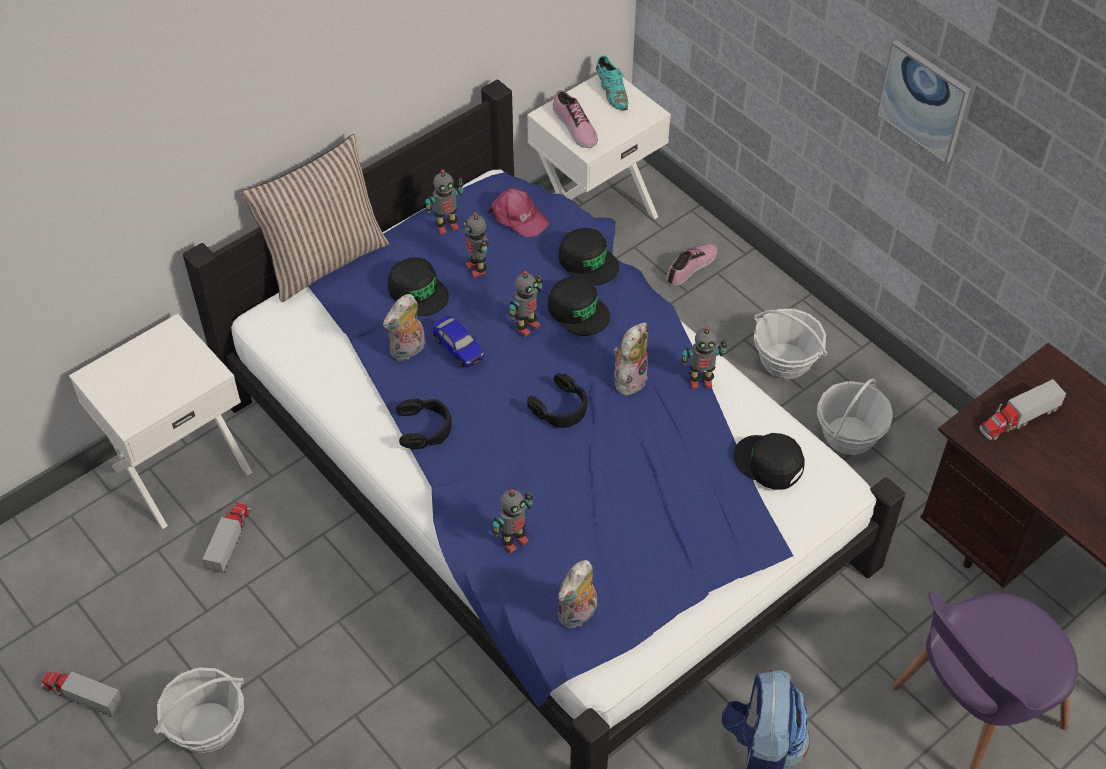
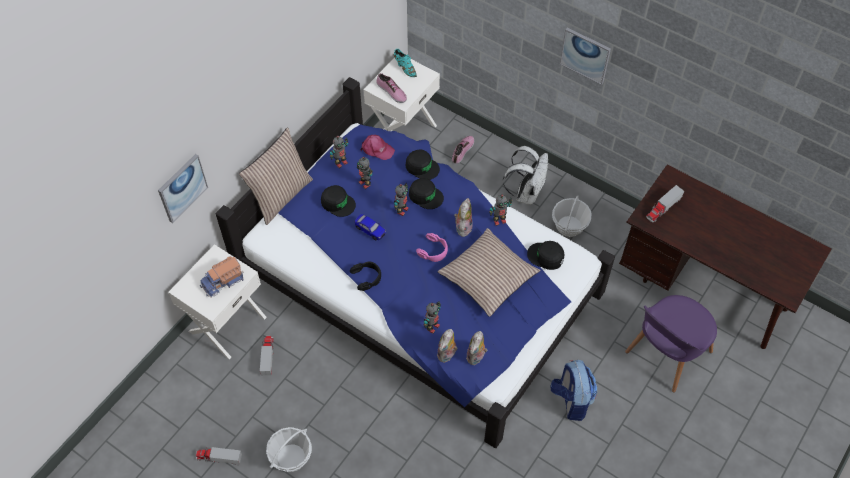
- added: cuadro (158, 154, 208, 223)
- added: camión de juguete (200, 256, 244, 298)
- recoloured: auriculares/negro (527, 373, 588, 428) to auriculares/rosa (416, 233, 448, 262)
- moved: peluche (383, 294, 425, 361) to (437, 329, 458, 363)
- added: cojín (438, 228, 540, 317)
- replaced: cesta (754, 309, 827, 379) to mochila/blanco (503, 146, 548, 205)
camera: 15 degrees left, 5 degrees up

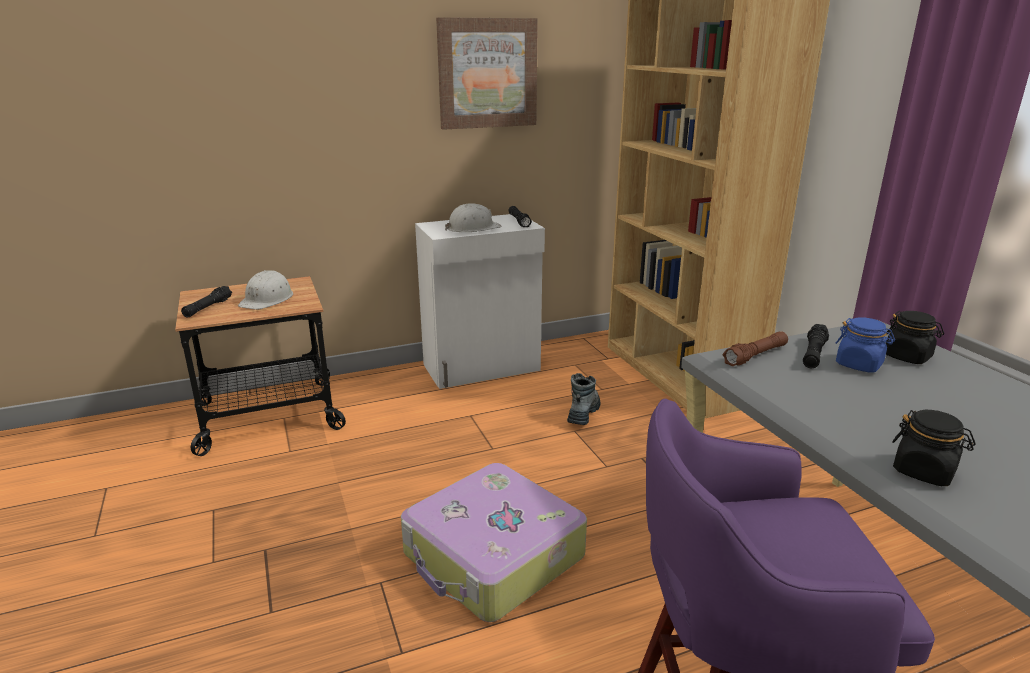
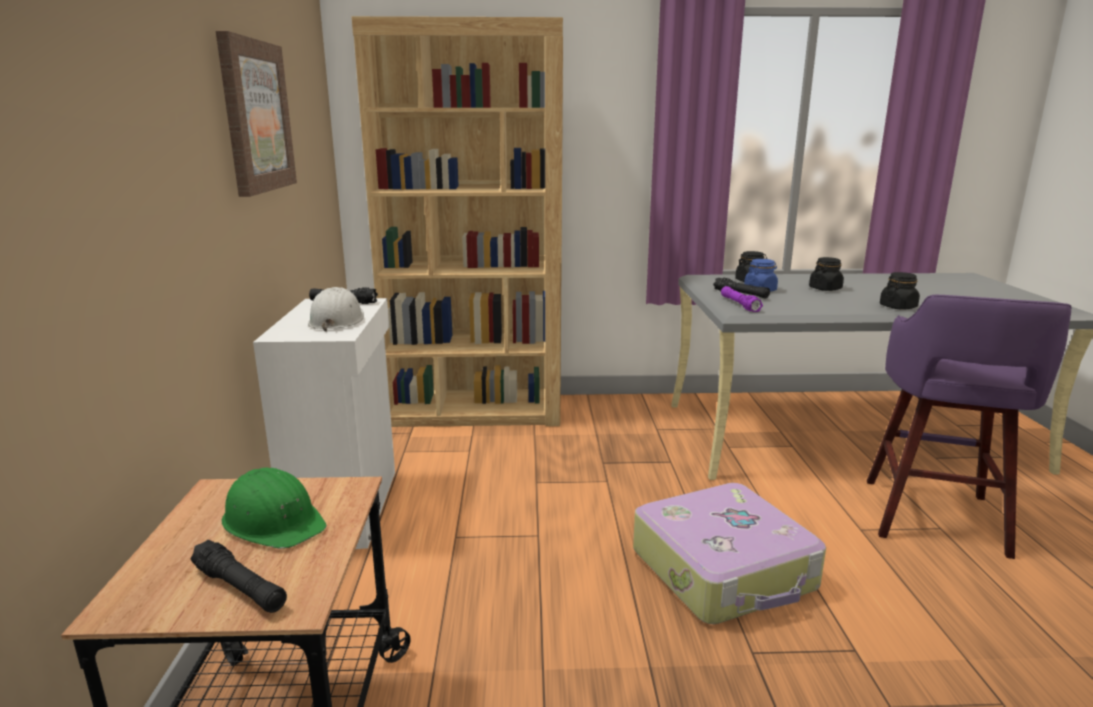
- recoloured: casco/blanco (238, 270, 293, 310) to casco/verde (222, 468, 327, 549)
- recoloured: linterna/marrón (723, 331, 788, 366) to linterna/morado (721, 286, 763, 312)
- added: tarro/negro (809, 257, 844, 291)
- removed: bota (567, 373, 600, 425)
camera: 70 degrees left, 5 degrees down

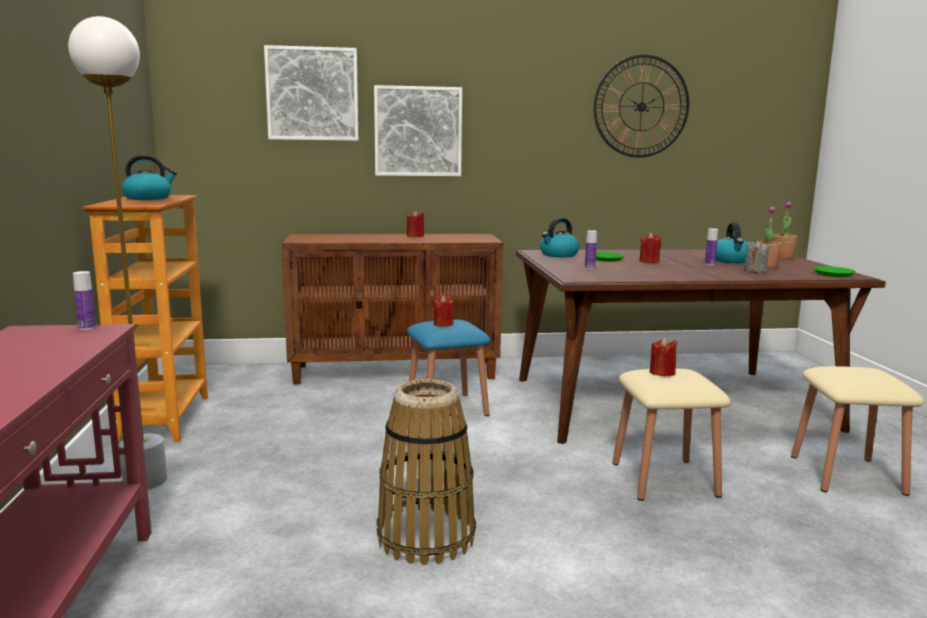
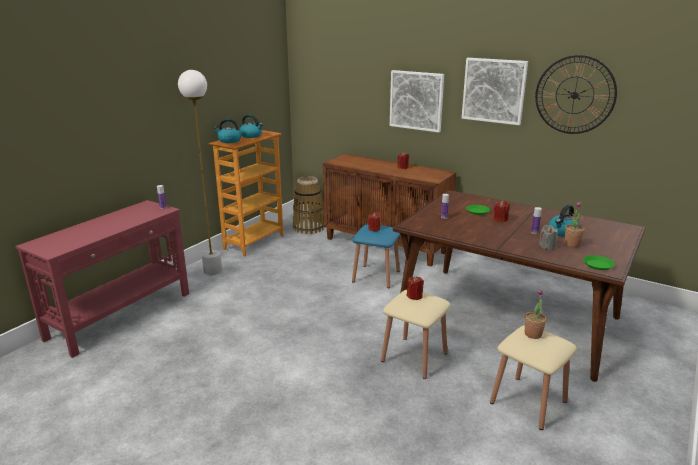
- moved: hervidor (540, 218, 579, 257) to (214, 119, 241, 143)
- moved: cesta (377, 379, 476, 565) to (293, 176, 325, 234)
- moved: cuadro (264, 45, 358, 141) to (462, 58, 528, 125)
- moved: planta en maceta (773, 202, 797, 259) to (525, 289, 546, 339)
camera: 40 degrees right, 10 degrees up

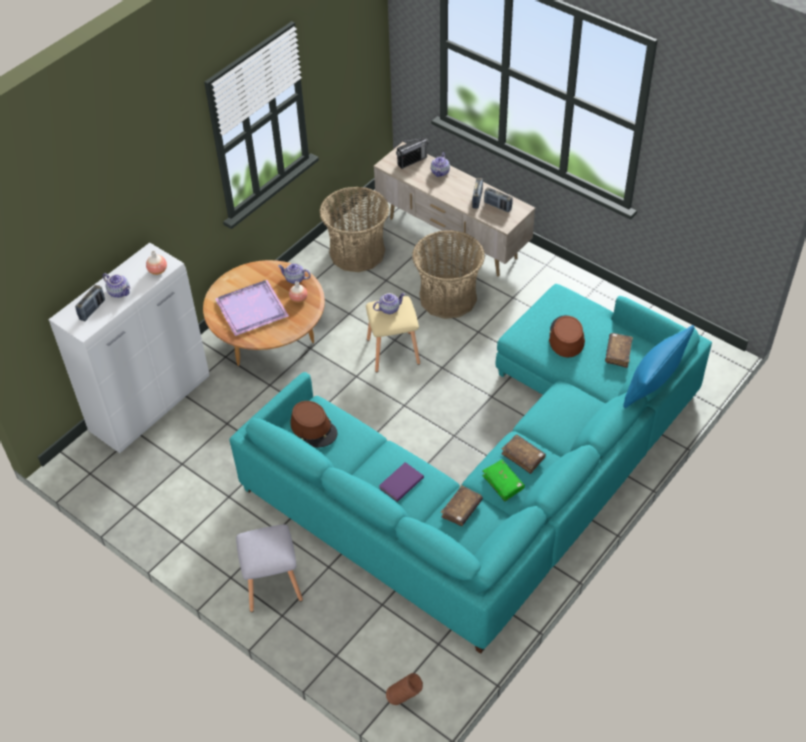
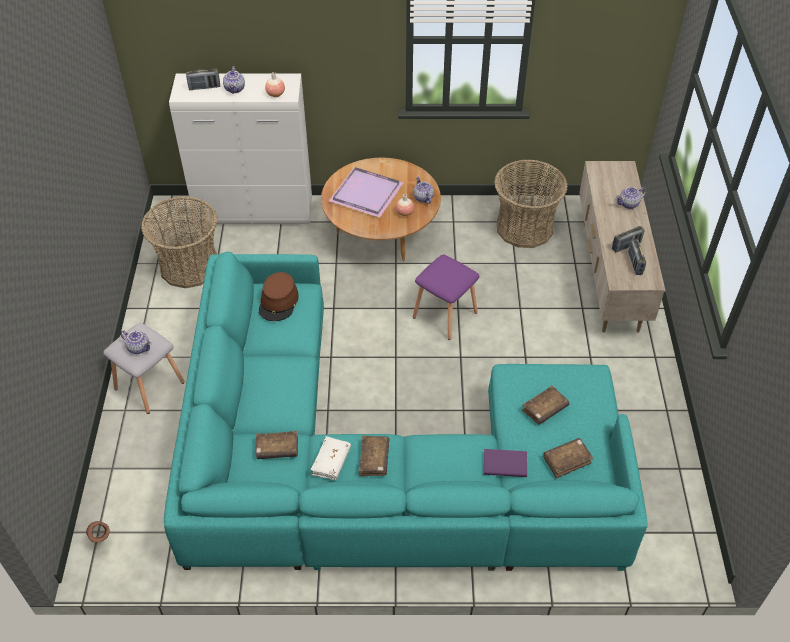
- moved: tetera (373, 293, 405, 314) to (120, 330, 152, 354)
- moved: cesta (412, 230, 485, 319) to (141, 196, 218, 288)
- recoloured: libro/verde (482, 460, 525, 502) to libro/blanco (311, 436, 351, 480)
- recoloured: taburete/beis (366, 296, 420, 372) to taburete/morado (413, 255, 479, 340)
- moved: libro/morado (379, 462, 424, 502) to (484, 449, 527, 477)
- replaced: sombrero/marrón (549, 315, 585, 357) to libro/marrón (522, 386, 569, 425)
- removed: radio (396, 137, 429, 169)
- removed: cojín/azul (623, 325, 695, 408)
camera: 50 degrees right, 0 degrees up

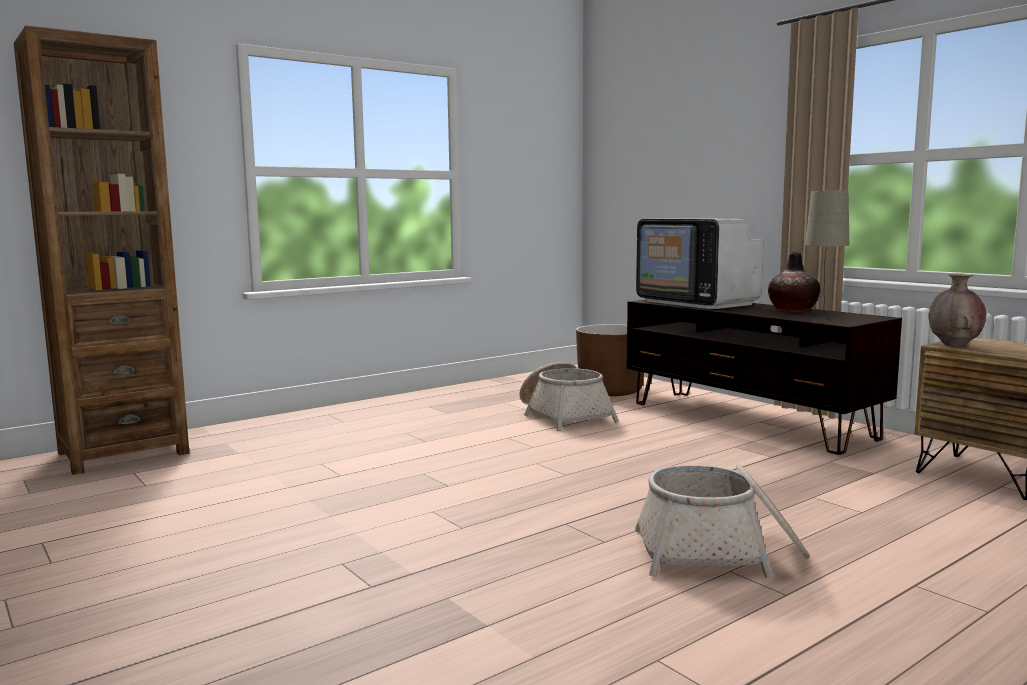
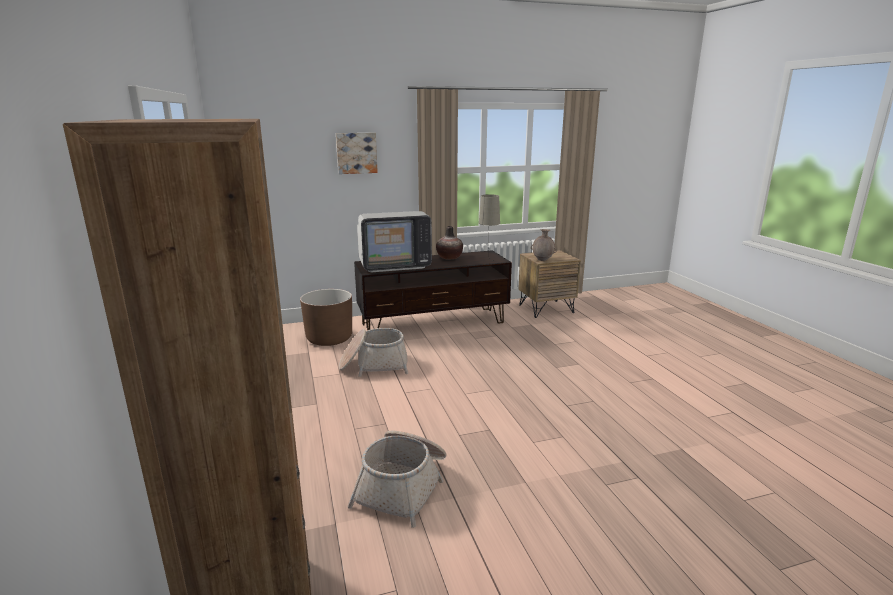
- added: cuadro (336, 133, 378, 174)
- moved: cesta (635, 463, 810, 578) to (347, 430, 446, 528)
camera: 70 degrees left, 10 degrees up

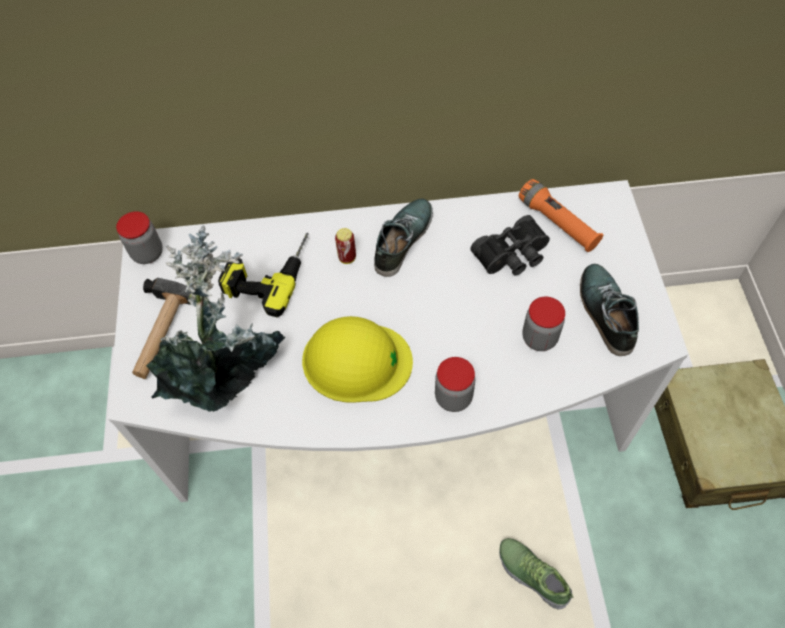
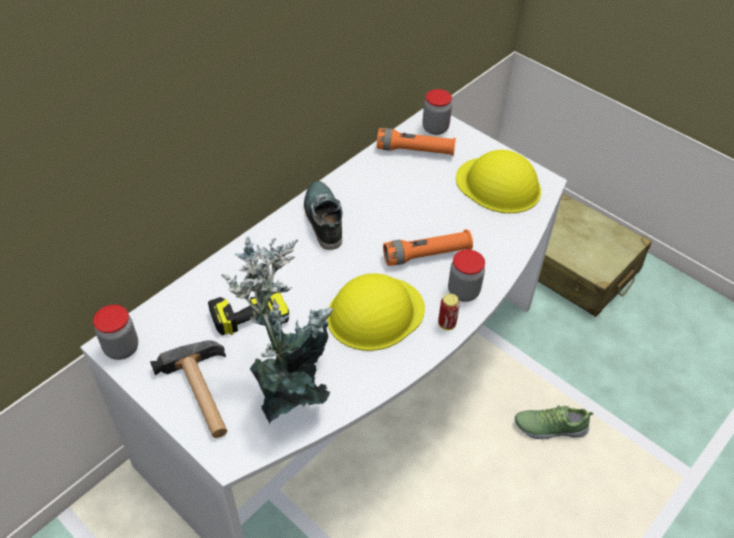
- added: linterna/naranja (383, 229, 473, 266)
- moved: tarro (522, 297, 565, 351) to (423, 89, 452, 135)
- moved: lata (335, 228, 356, 264) to (438, 294, 460, 330)
- replaced: zapato (580, 264, 639, 356) to casco/amarillo (456, 150, 541, 213)
- removed: prismáticos/negro (470, 215, 550, 275)
camera: 45 degrees left, 10 degrees down

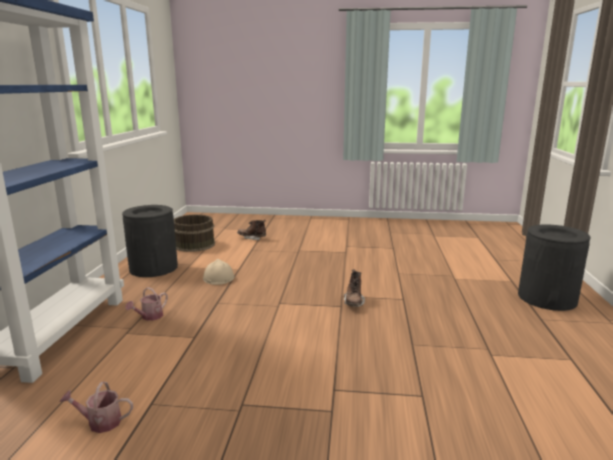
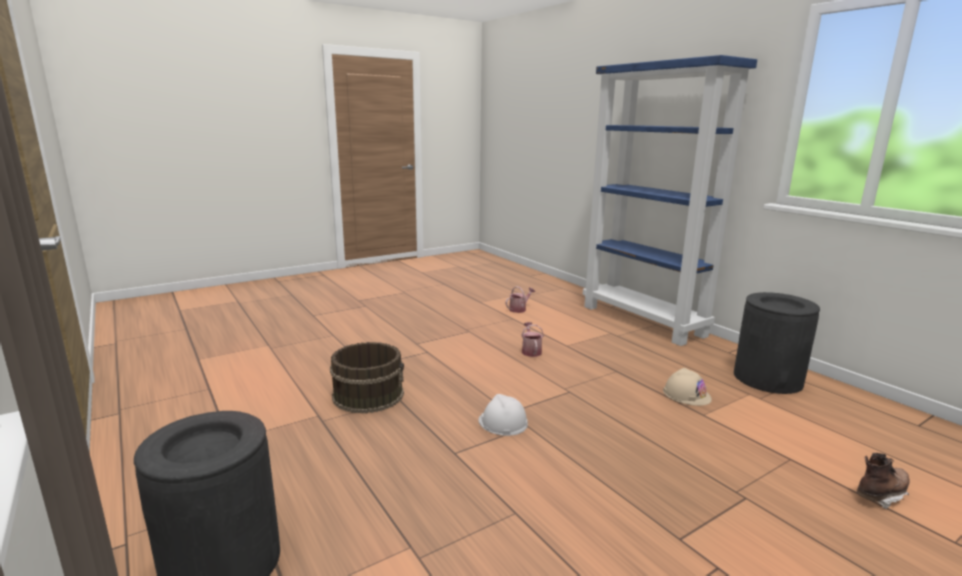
- moved: cubo/marrón (174, 214, 215, 252) to (330, 342, 404, 413)
- replaced: bota/marrón (344, 269, 365, 307) to casco/blanco (478, 394, 528, 436)
- moved: regadera (125, 287, 168, 321) to (521, 322, 544, 357)
camera: 140 degrees right, 0 degrees up

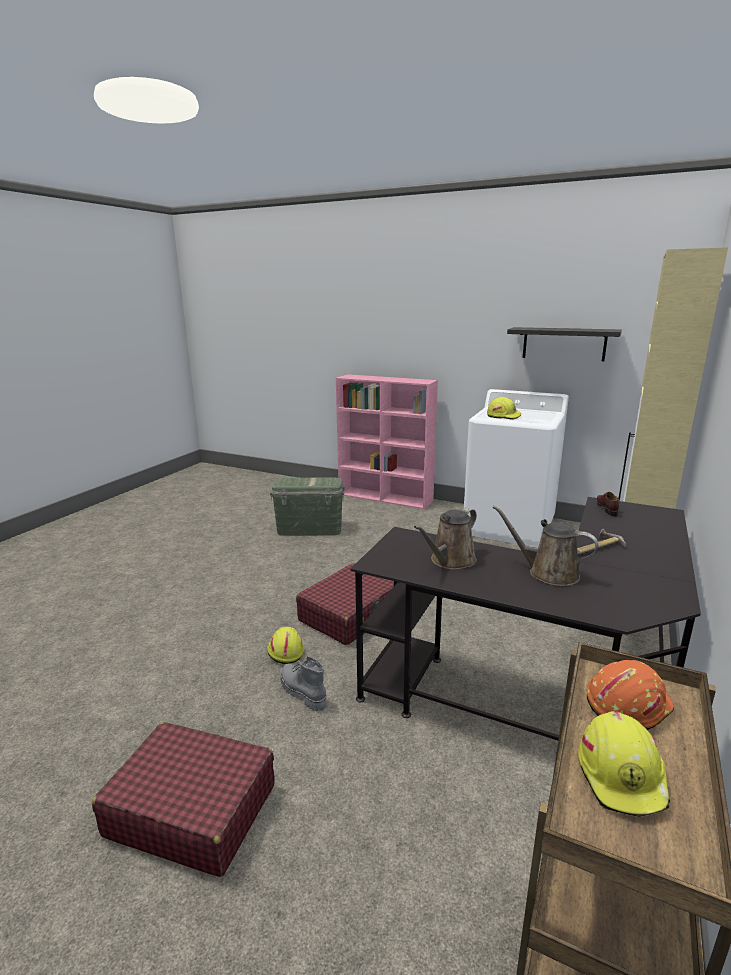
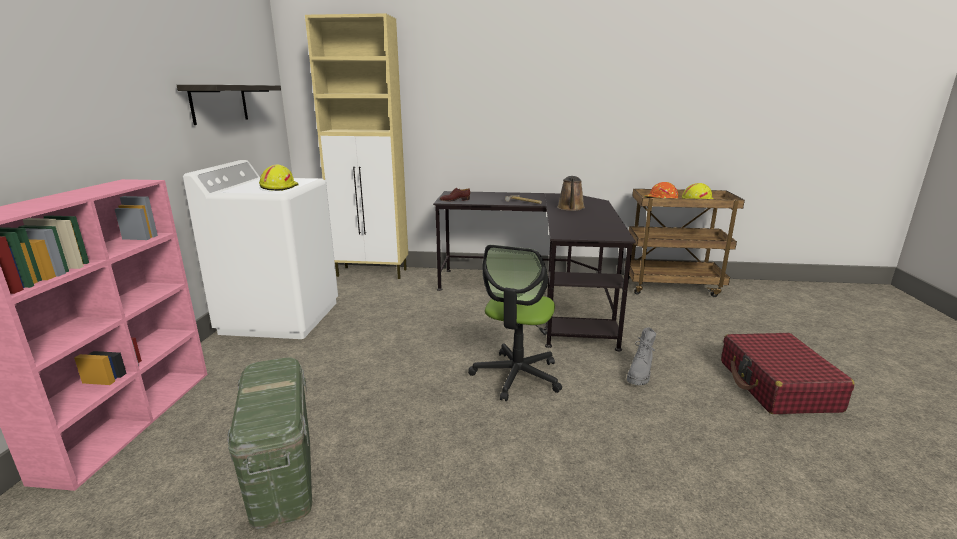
- replaced: maleta/rojo (296, 563, 394, 645) to silla de oficina (468, 245, 562, 401)
- removed: casco/amarillo (267, 627, 304, 664)
- removed: regadera/marrón (414, 508, 477, 570)
camera: 110 degrees left, 0 degrees up

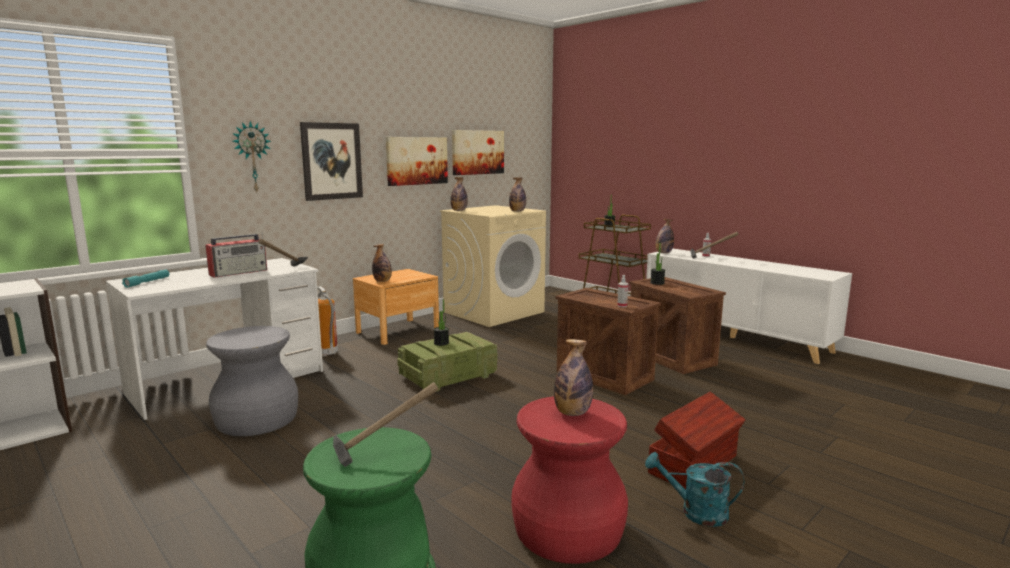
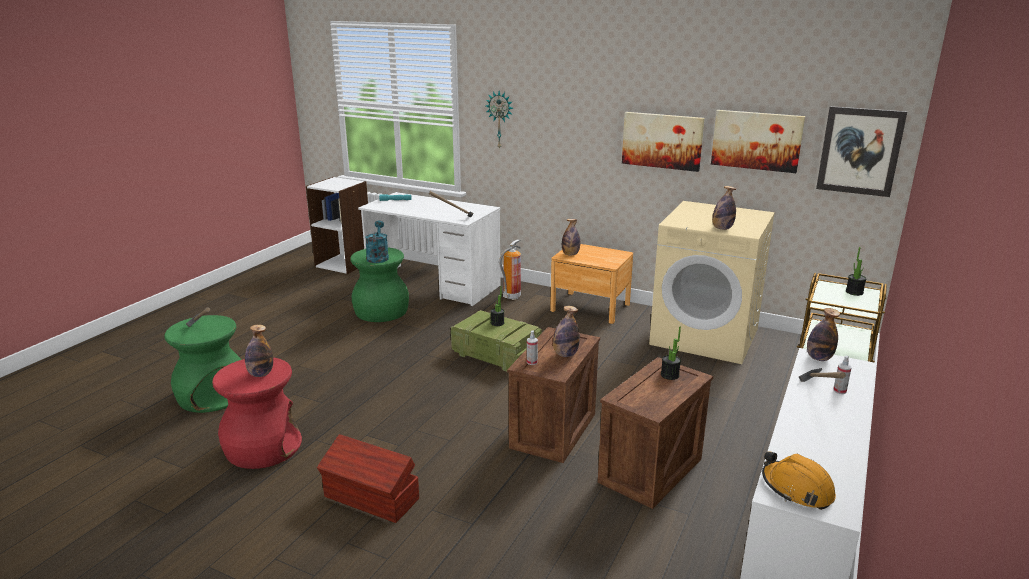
- recoloured: taburete/gris (206, 326, 298, 436) to taburete/verde (350, 247, 409, 322)
- moved: regadera/turquesa (645, 452, 744, 527) to (365, 221, 389, 263)
- moved: botella (450, 177, 468, 211) to (553, 306, 580, 357)
- added: casco/naranja (762, 451, 836, 510)
- moved: cuadro (300, 122, 363, 201) to (816, 106, 907, 197)
- removed: radio (205, 233, 267, 278)
camera: 70 degrees right, 10 degrees up

